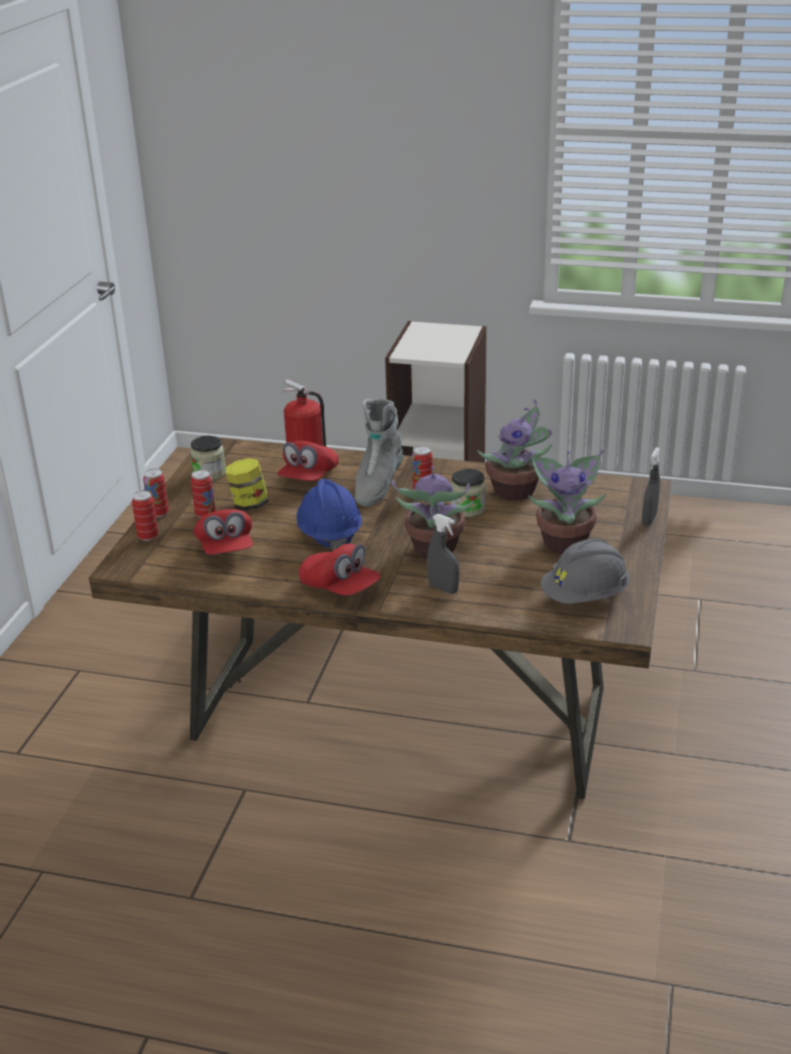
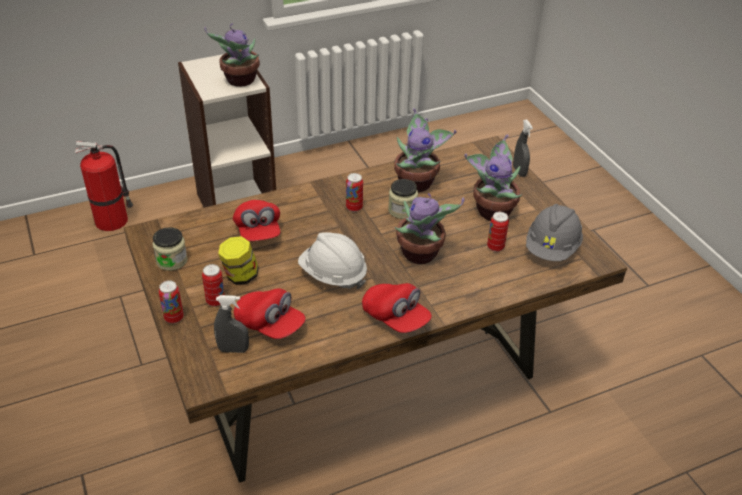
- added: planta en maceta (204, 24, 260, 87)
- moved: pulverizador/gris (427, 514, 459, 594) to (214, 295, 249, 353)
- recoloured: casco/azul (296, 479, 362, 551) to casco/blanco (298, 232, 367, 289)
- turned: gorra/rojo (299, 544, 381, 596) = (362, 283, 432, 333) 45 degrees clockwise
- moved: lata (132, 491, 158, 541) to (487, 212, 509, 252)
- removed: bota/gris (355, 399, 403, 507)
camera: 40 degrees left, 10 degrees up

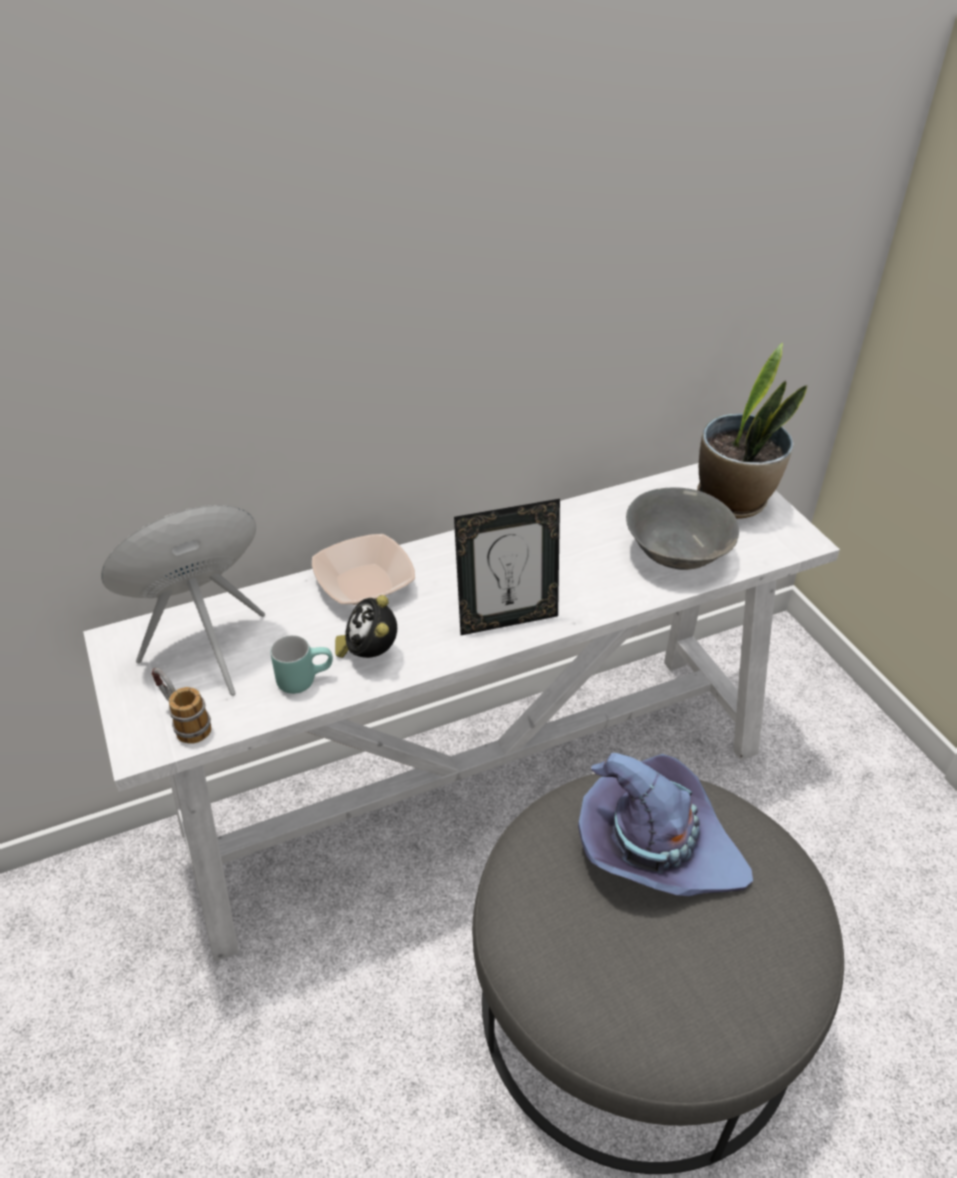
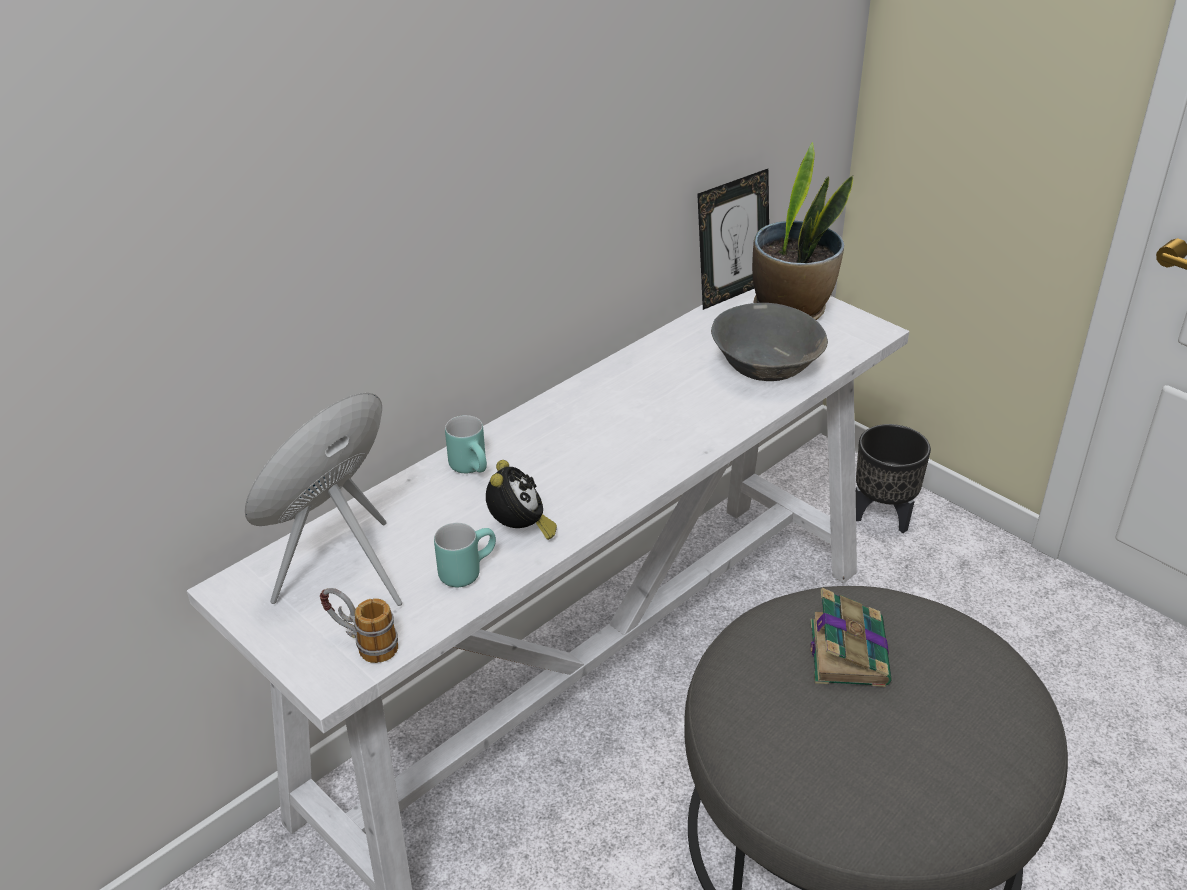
- replaced: cuenco (312, 534, 415, 605) to taza grande/turquesa (445, 415, 487, 474)
- turned: despertador (335, 595, 397, 658) = (486, 460, 557, 540) 150 degrees counterclockwise
- moved: portarretratos (454, 499, 560, 635) to (697, 169, 769, 310)
- replaced: sombrero/morado (578, 753, 753, 896) to libro (810, 588, 891, 687)
- added: maceta/negro (856, 424, 931, 533)
camera: 20 degrees left, 5 degrees down

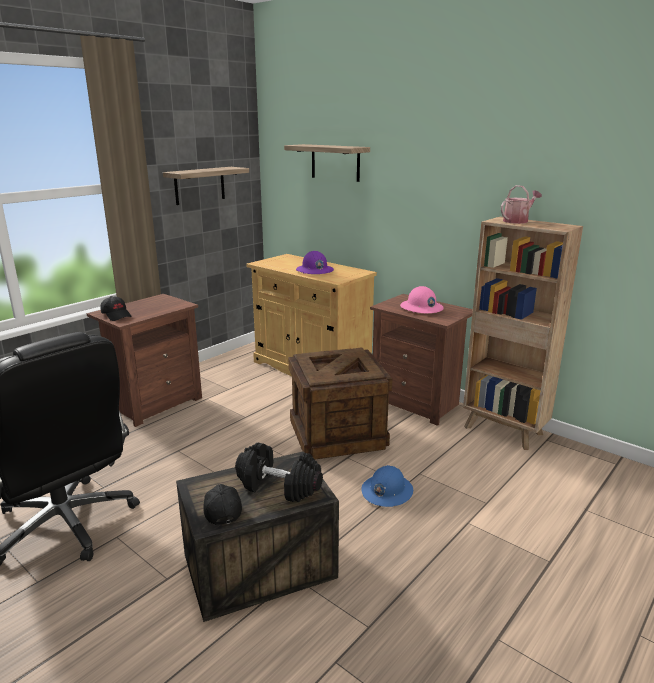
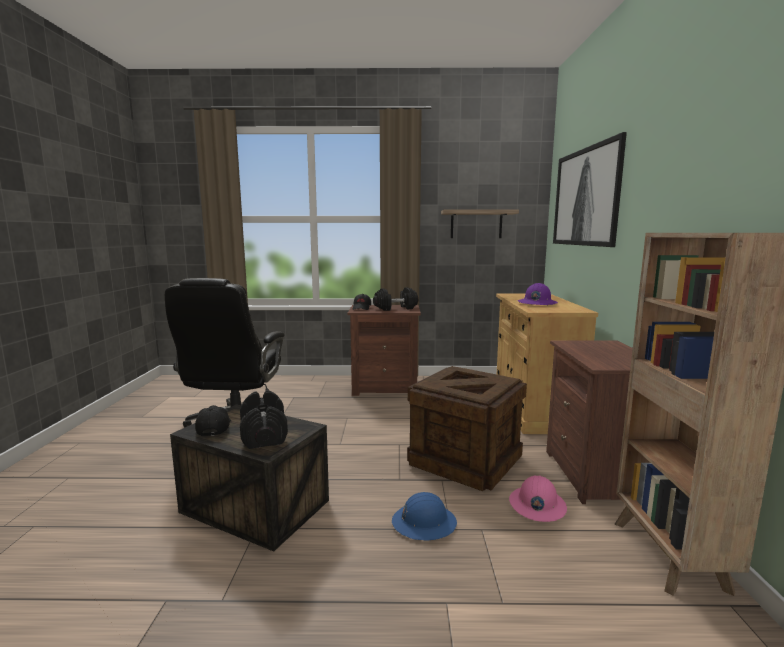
- turned: gorra/negro (203, 484, 242, 525) = (195, 405, 231, 436) 45 degrees counterclockwise
- added: mancuerna/negro (373, 287, 418, 311)
- moved: casco/rosa (400, 286, 443, 313) to (509, 475, 567, 522)
- replaced: estante (284, 144, 370, 182) to cuadro (553, 132, 627, 247)
- removed: regadera (501, 185, 542, 224)
camera: 50 degrees right, 10 degrees down

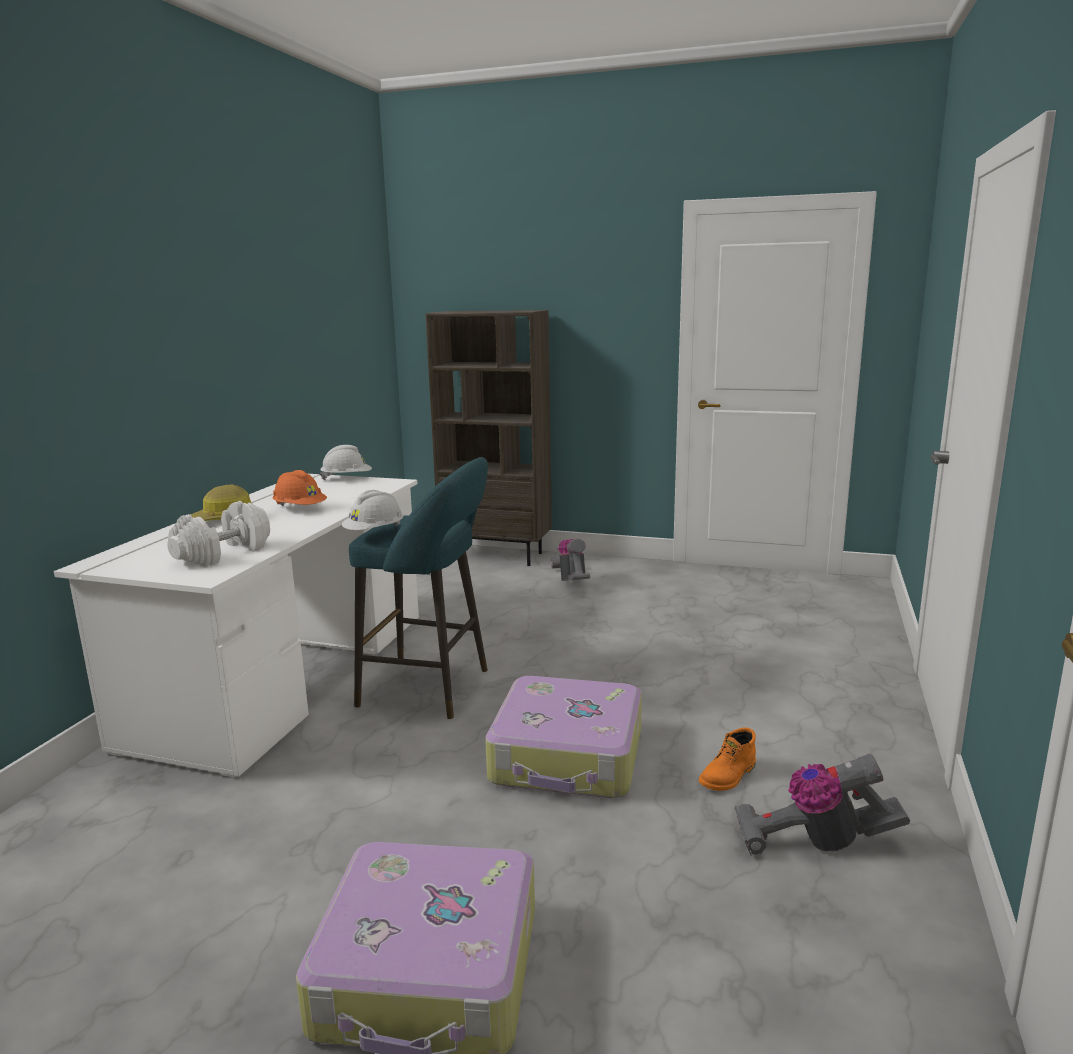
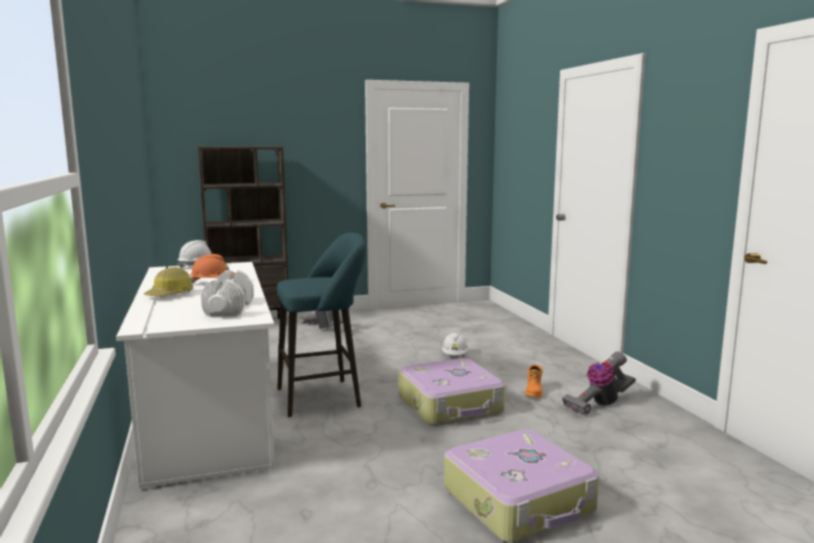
- moved: casco/blanco (342, 490, 403, 530) to (442, 333, 468, 355)
camera: 35 degrees left, 5 degrees down

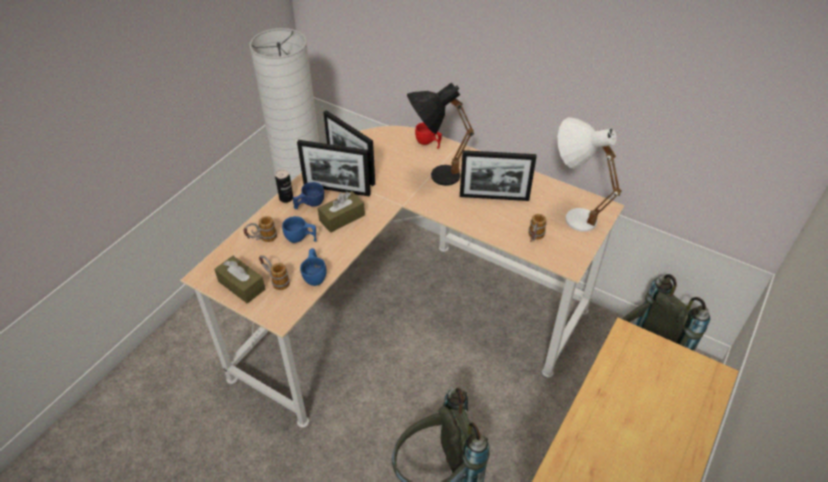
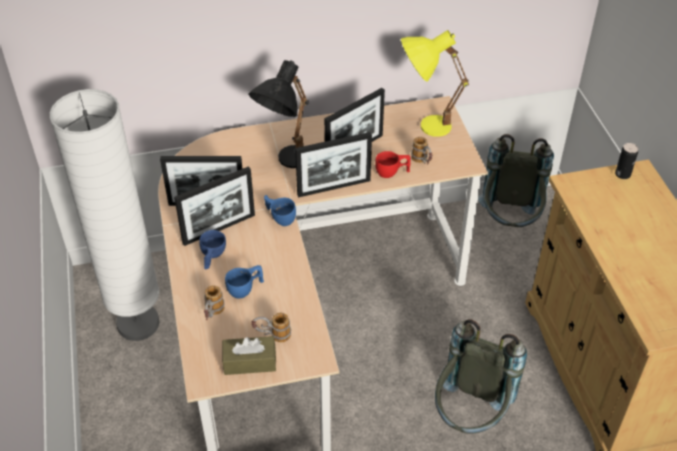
- moved: taza/azul (300, 248, 327, 286) to (264, 195, 296, 226)
- added: portarretratos (295, 132, 372, 197)
- moved: taza/rojo (415, 122, 442, 149) to (375, 151, 411, 178)
- recoloured: lámpara de mesa/blanco (557, 117, 622, 232) to lámpara de mesa/amarillo (401, 30, 469, 137)
- moved: lata (275, 170, 293, 203) to (615, 143, 639, 179)
- removed: caja de pañuelos/marrón (318, 191, 365, 233)
camera: 45 degrees left, 0 degrees up

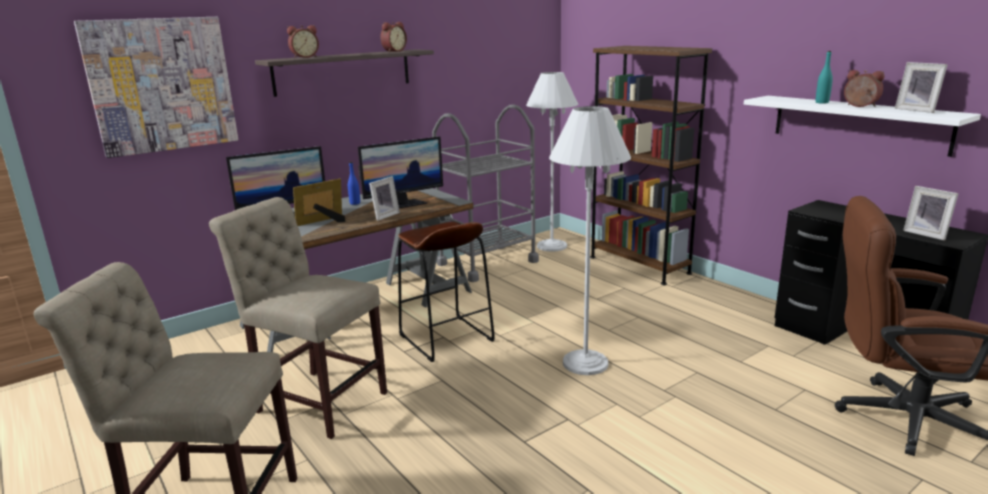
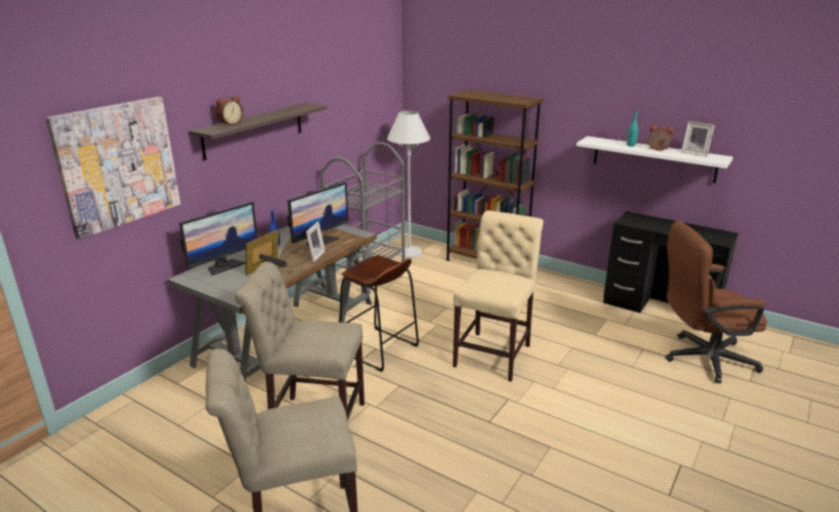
- replaced: lámpara de pie/blanco (549, 106, 631, 375) to silla/beis (453, 210, 543, 382)
- removed: despertador (380, 22, 407, 52)
- removed: portarretratos (903, 186, 959, 240)
camera: 20 degrees left, 5 degrees up

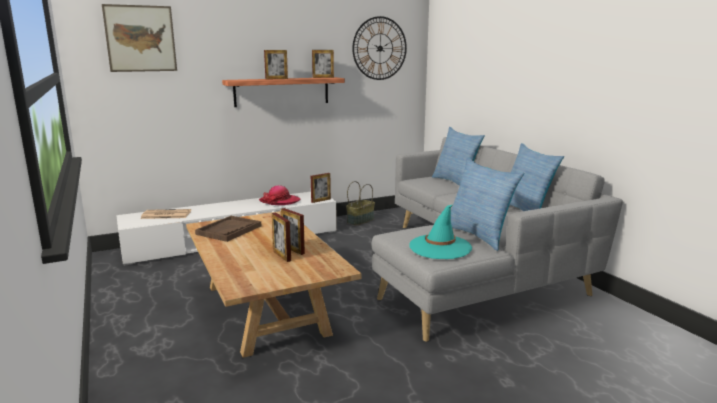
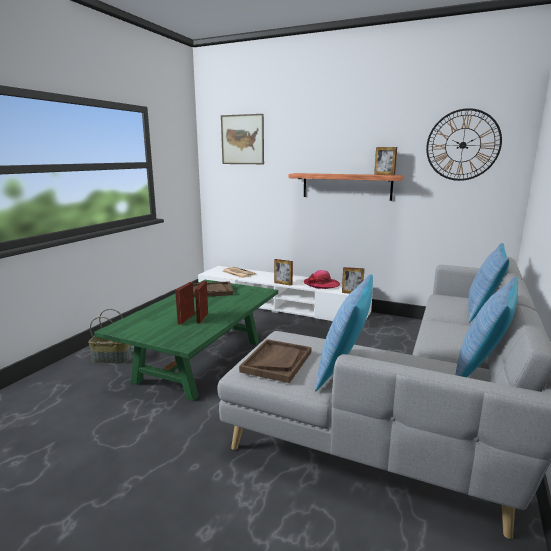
- moved: cesta (346, 181, 375, 225) to (88, 309, 132, 363)
- recoloured: mesa de centro/beis (186, 211, 361, 358) to mesa de centro/verde (94, 280, 278, 401)
- replaced: sombrero/turquesa (409, 205, 472, 259) to bandeja/marrón (239, 339, 311, 383)
- moved: portarretratos (264, 50, 288, 80) to (274, 259, 293, 286)
camera: 50 degrees right, 0 degrees up

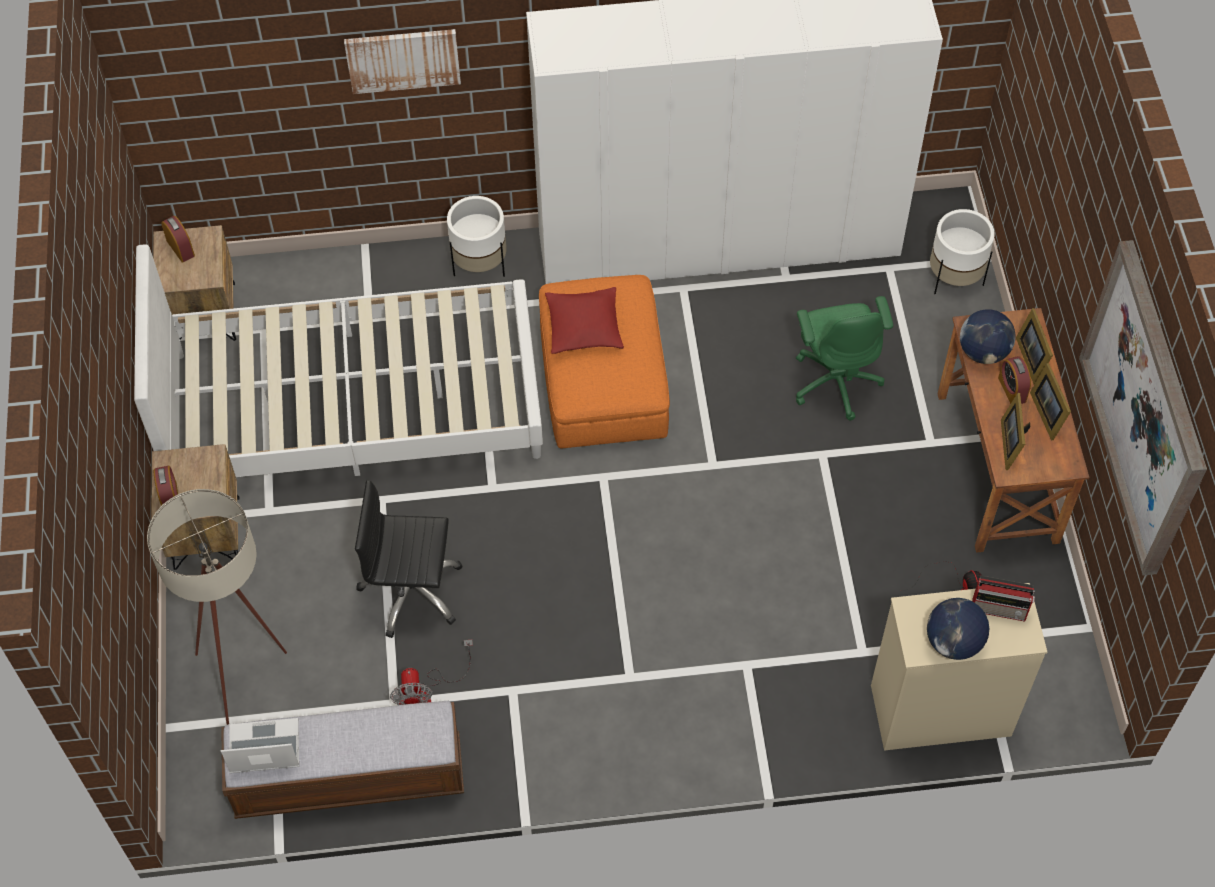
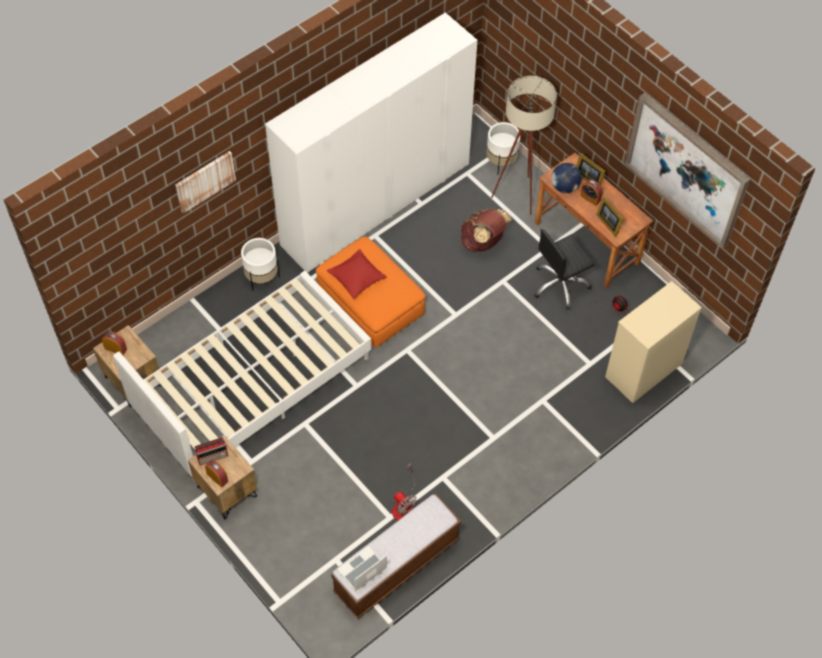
- moved: radio (972, 576, 1035, 622) to (195, 437, 228, 466)
- replaced: silla de oficina/verde (796, 296, 893, 420) to mochila/marrón (461, 209, 512, 252)
- moved: lámpara de pie/beis (147, 489, 287, 725) to (491, 76, 557, 215)
- moved: silla de oficina/negro (355, 480, 463, 638) to (534, 229, 595, 310)
- removed: globo terráqueo (927, 598, 989, 660)
- removed: portarretratos (1030, 363, 1071, 440)
camera: 35 degrees left, 0 degrees up

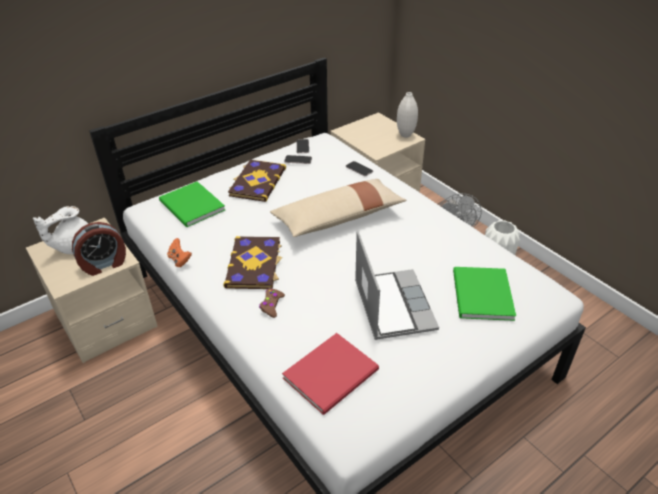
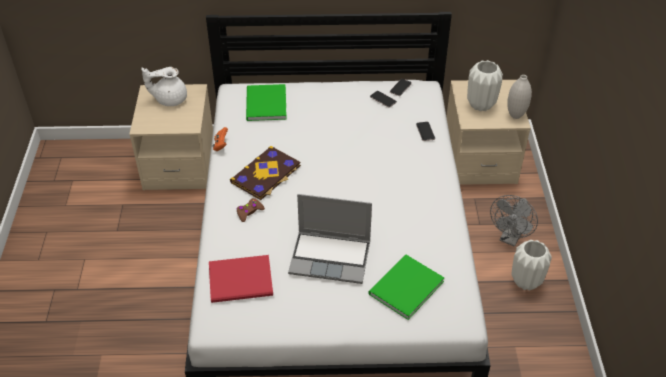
- turned: portátil (355, 231, 439, 340) = (288, 194, 372, 284) 75 degrees clockwise
- added: florero/blanco (467, 60, 503, 111)
- removed: despertador (72, 222, 126, 276)
- removed: libro (228, 160, 286, 202)
- removed: cojín/beis (270, 179, 407, 237)
camera: 35 degrees right, 5 degrees up

